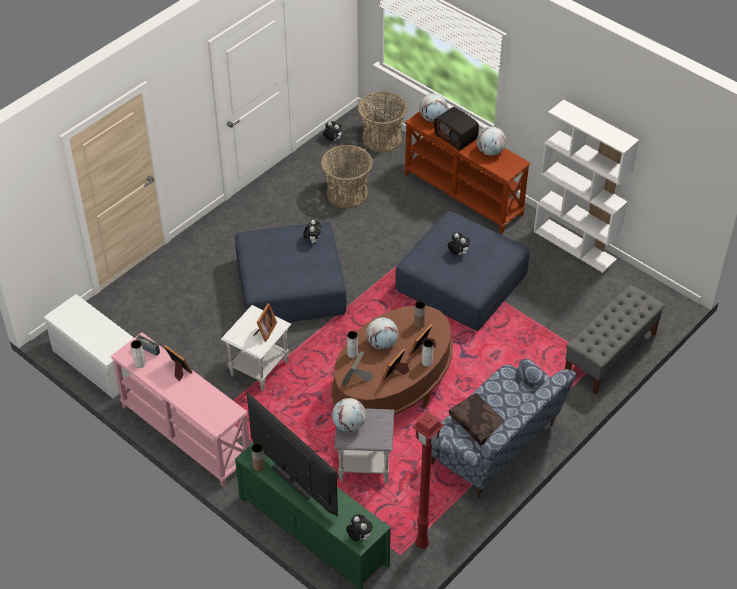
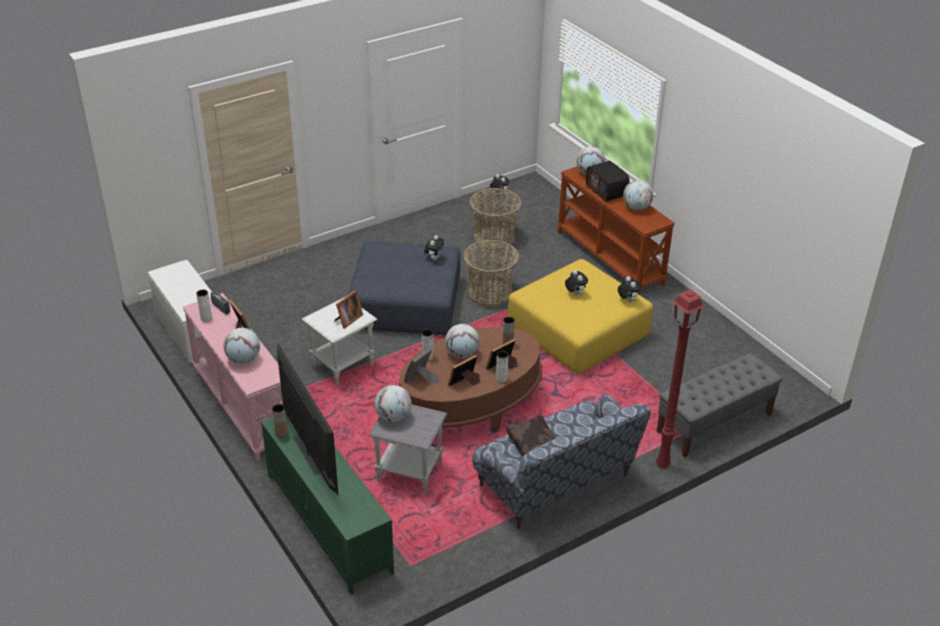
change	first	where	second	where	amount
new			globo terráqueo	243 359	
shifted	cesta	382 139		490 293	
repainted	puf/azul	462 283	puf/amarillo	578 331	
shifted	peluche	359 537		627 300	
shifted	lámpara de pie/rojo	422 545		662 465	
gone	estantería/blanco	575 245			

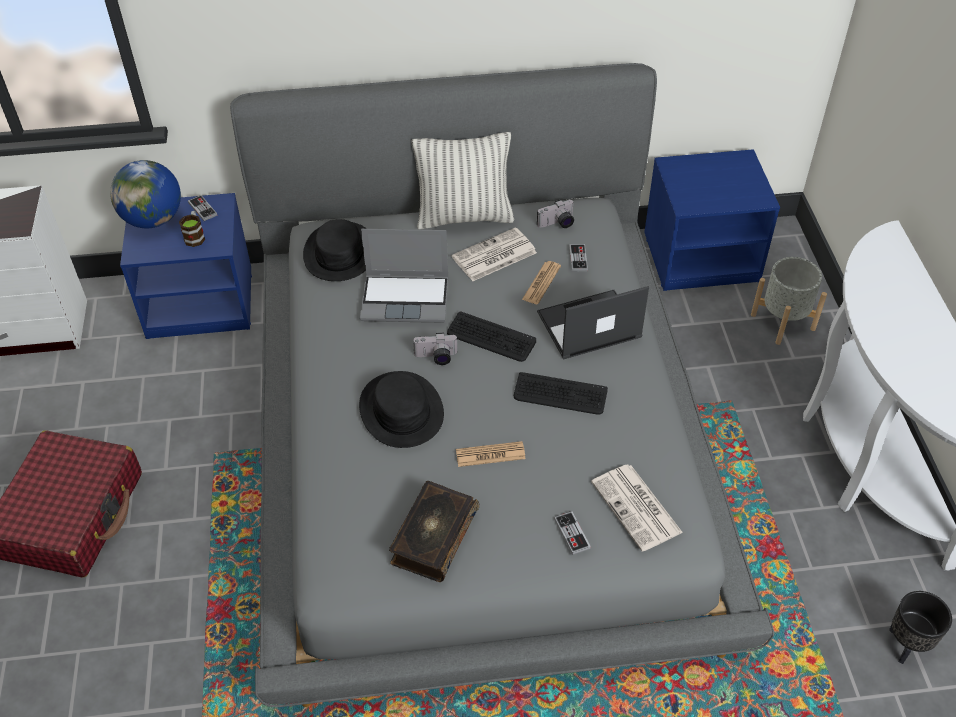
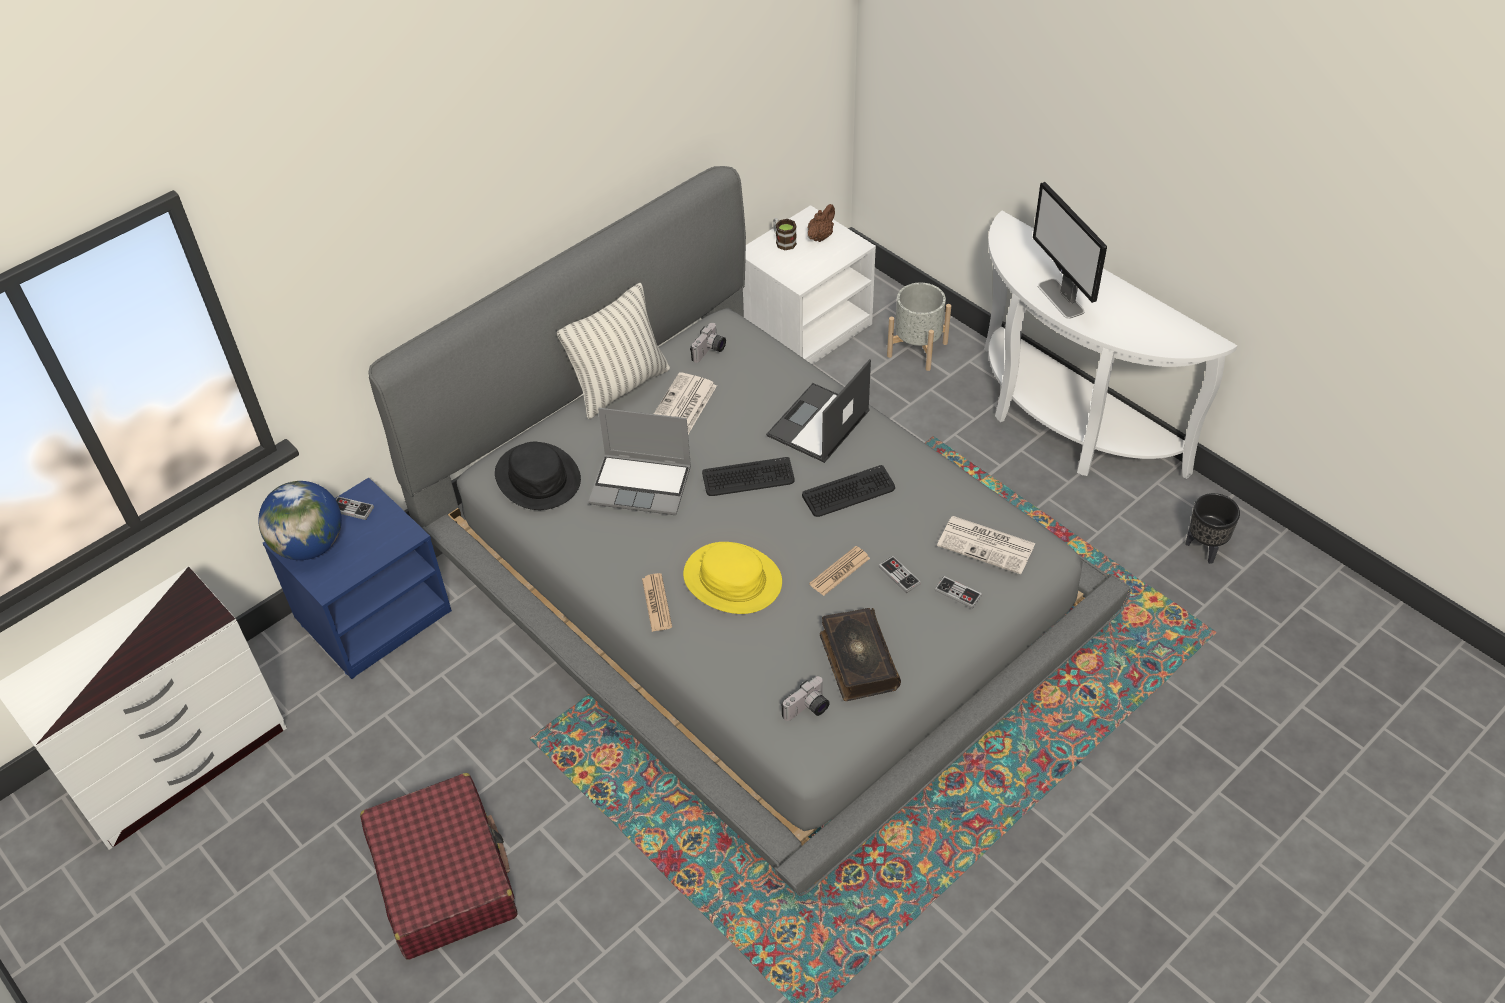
change	first	where	second	where	amount
rotated	portátil	406 299		642 485	45 degrees clockwise
shifted	periódico	541 283		657 603	
repainted	sombrero/negro	401 411	sombrero/amarillo	732 580	
repainted	mesita de noche/azul	701 256	mesita de noche/blanco	805 327	
shifted	taza grande	195 236		783 241	
shifted	cámara	436 358		808 710	
new			tetera/marrón	820 236	
shifted	mando de consola	578 258		899 575	
new			monitor	1061 299	

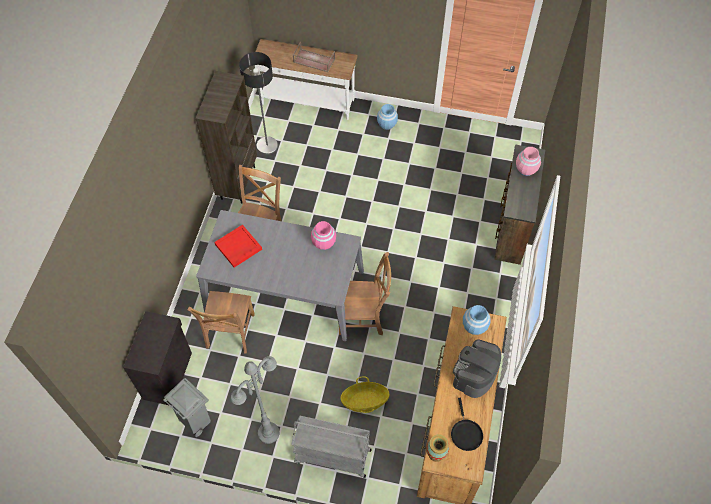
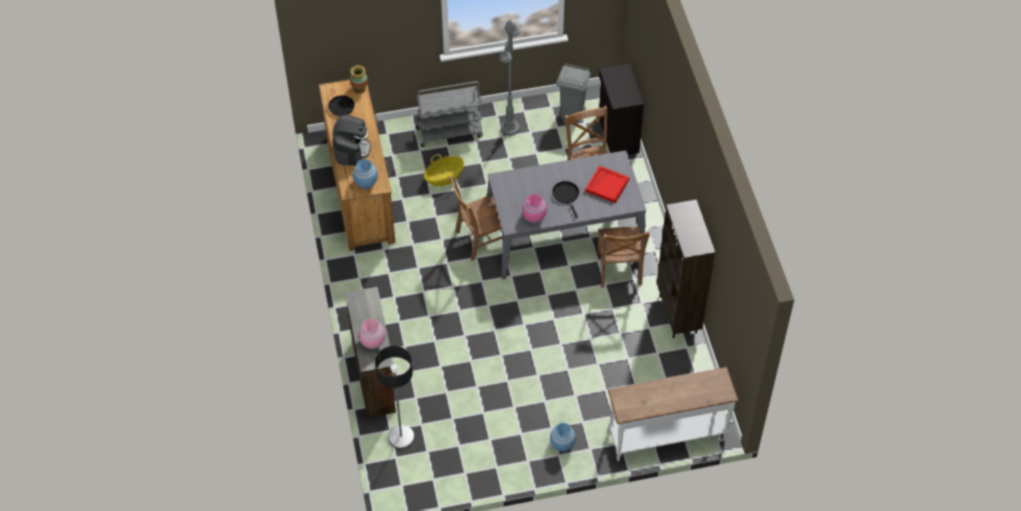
change	first	where	second	where	amount
shifted	lámpara de pie	267 145		401 437	
new			sartén/negro	566 195	
gone	bandeja/marrón	313 60			

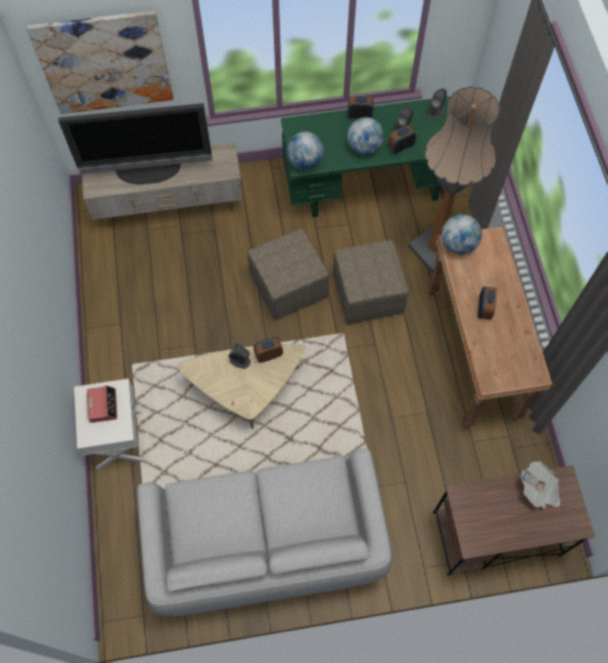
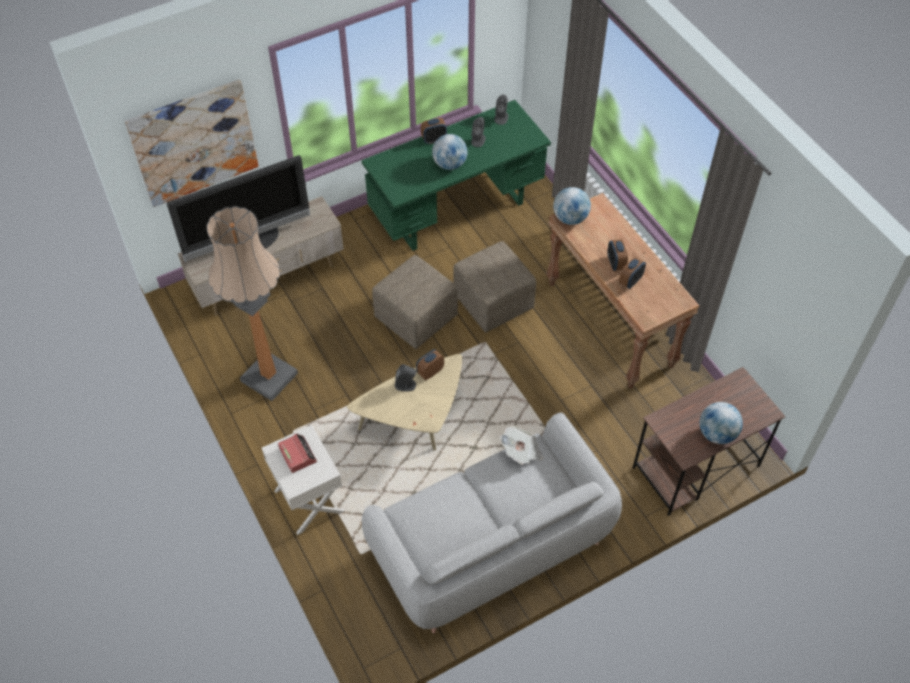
change	first	where	second	where	amount
shifted	lámpara de pie	434 250		269 377	
shifted	periódico	539 490		521 452	
shifted	despertador	401 148		630 281	
shifted	globo terráqueo	305 162		716 433	

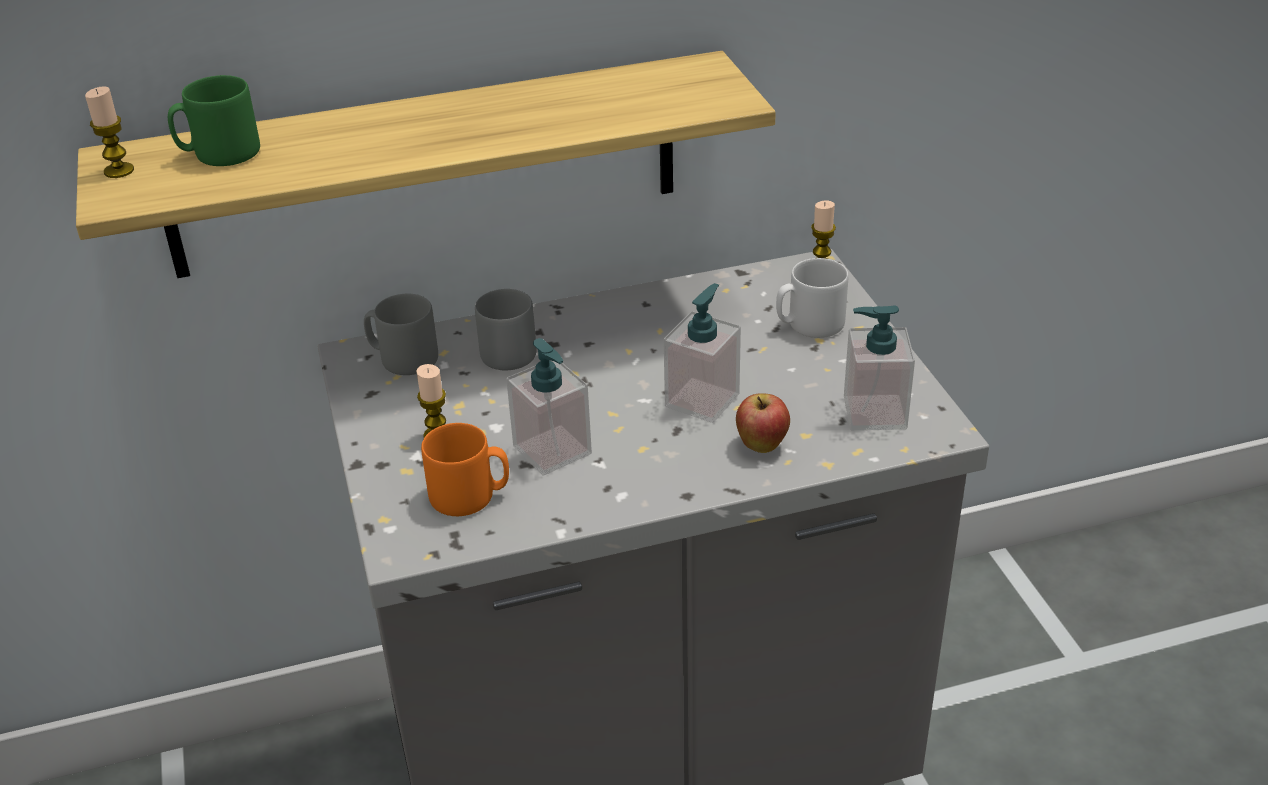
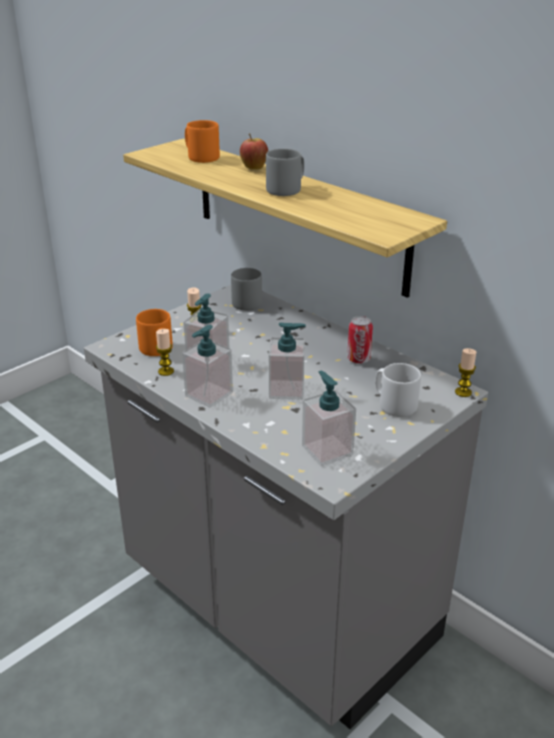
change	first	where	second	where	amount
shifted	vela	119 171		166 371	
new			dispensador de jabón	208 394	
repainted	taza grande/verde	219 154	taza grande/naranja	201 157	
shifted	manzana	761 446		254 168	
shifted	taza grande/gris	507 350		287 189	
new			lata	358 359	

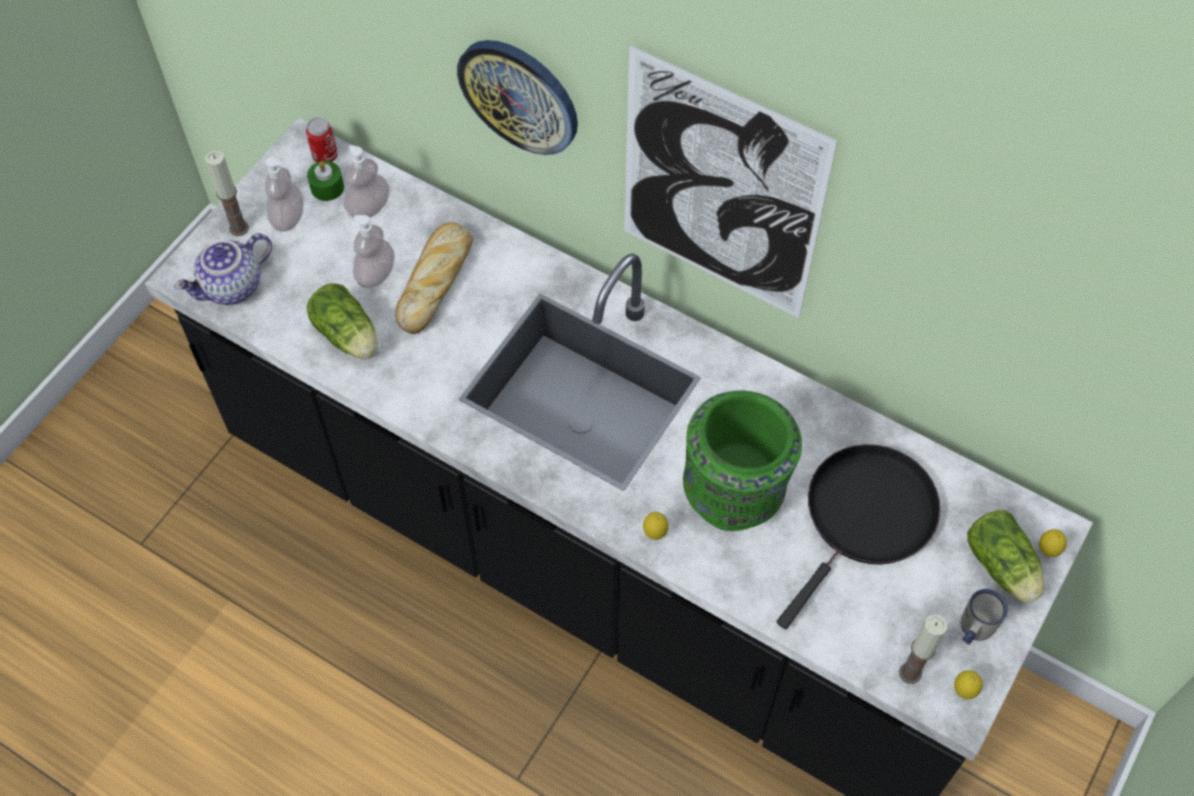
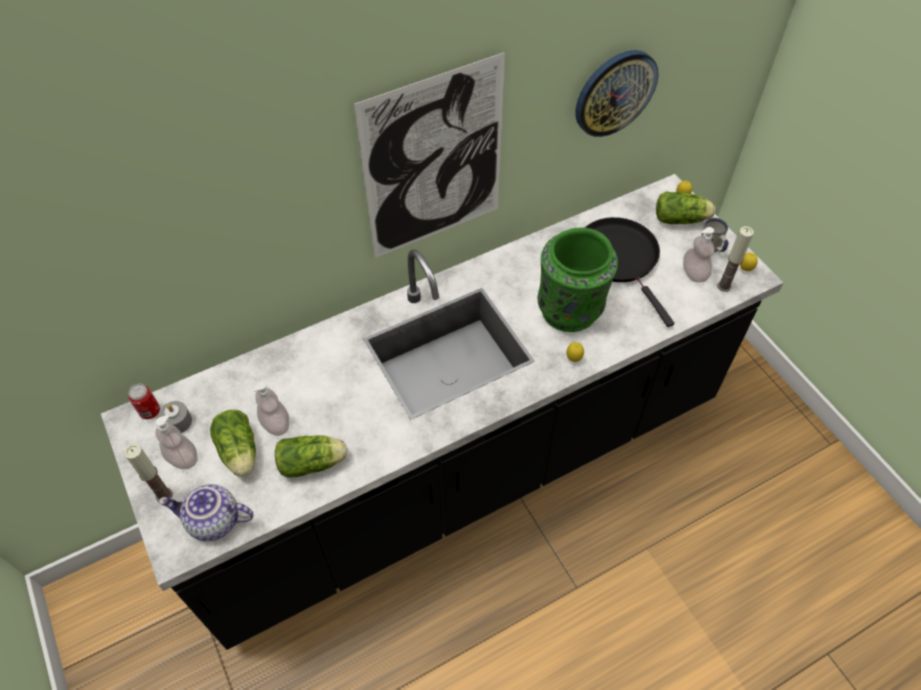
change	first	where	second	where	amount
repainted	vela/verde	327 187	vela/gris	178 422	
rotated	tetera	232 288		213 522	105 degrees clockwise
new			lechuga	239 453	
shifted	reloj de pared	519 95		615 93	
shifted	dispensador de jabón	369 208		694 273	
gone	pan	436 280			

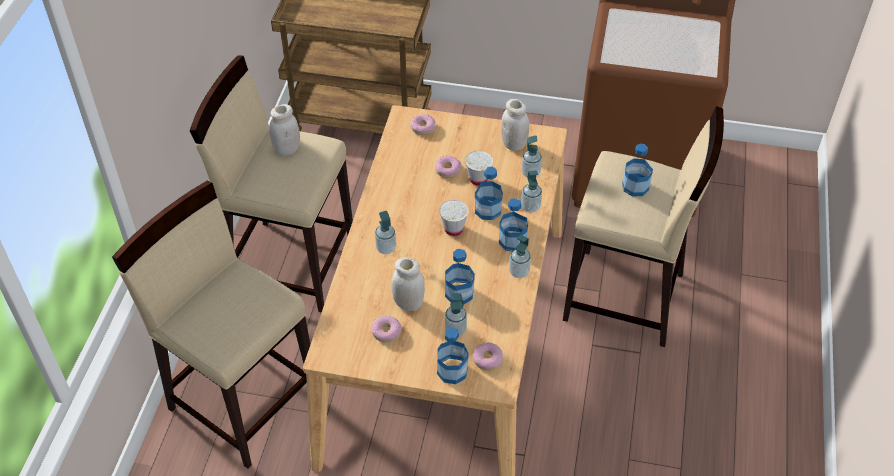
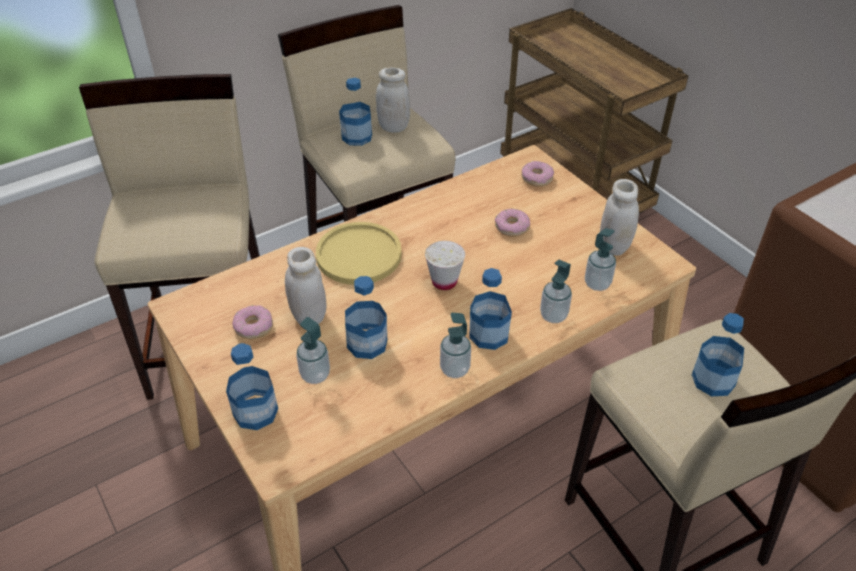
change	first	where	second	where	amount
swapped	dispensador de jabón	386 248	plato/amarillo	359 255	
shifted	botella	488 210		357 137	
gone	taza/blanco	478 179			
gone	rosquilla	487 359			

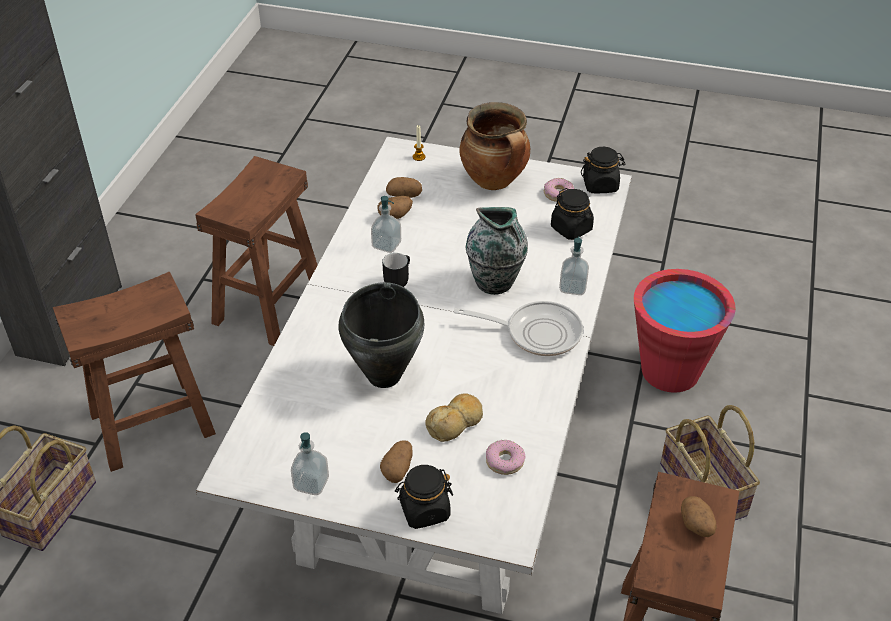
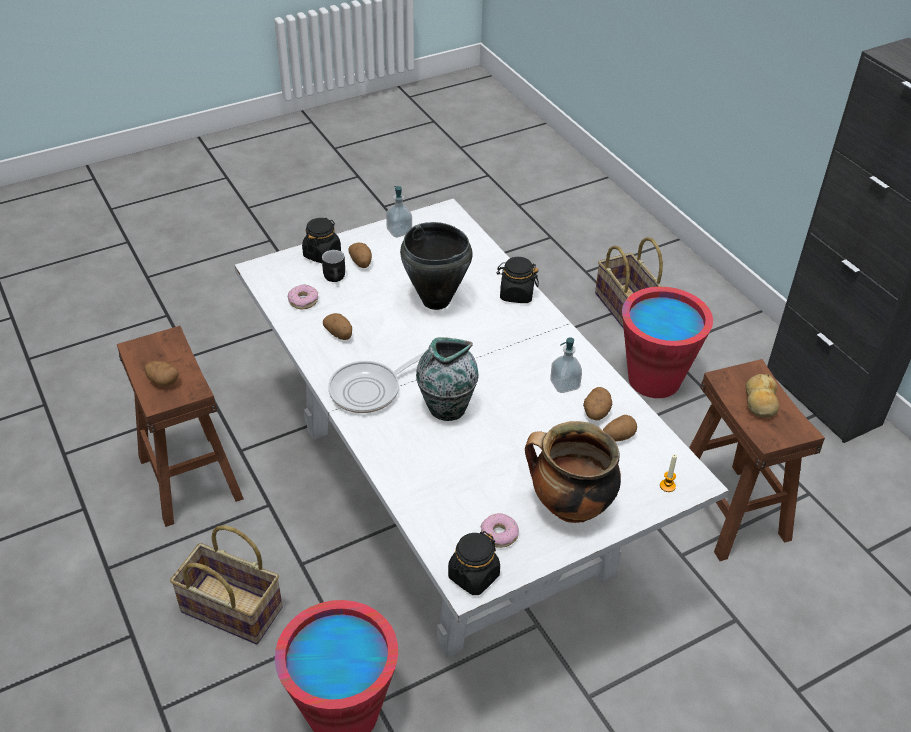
change	first	where	second	where	amount
shifted	taza grande/negro	397 279		336 278	
new			patata	339 334	
shifted	tarro/negro	571 229		516 294	
swapped	taburete/marrón	152 425	cubo/rojo	654 380	
shifted	pan	455 423		760 402	
gone	dispensador de jabón	573 287			

